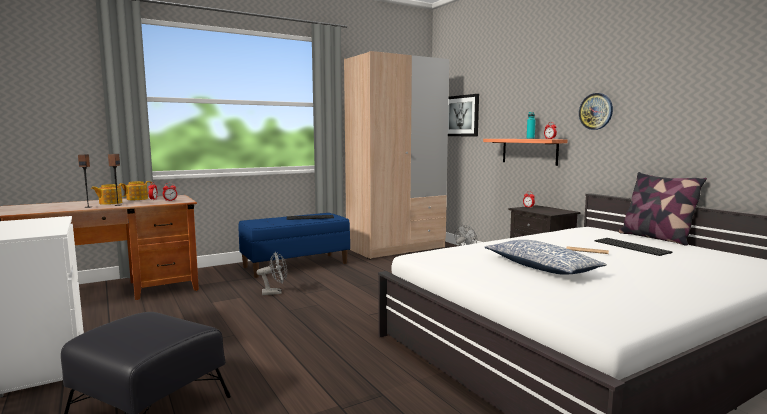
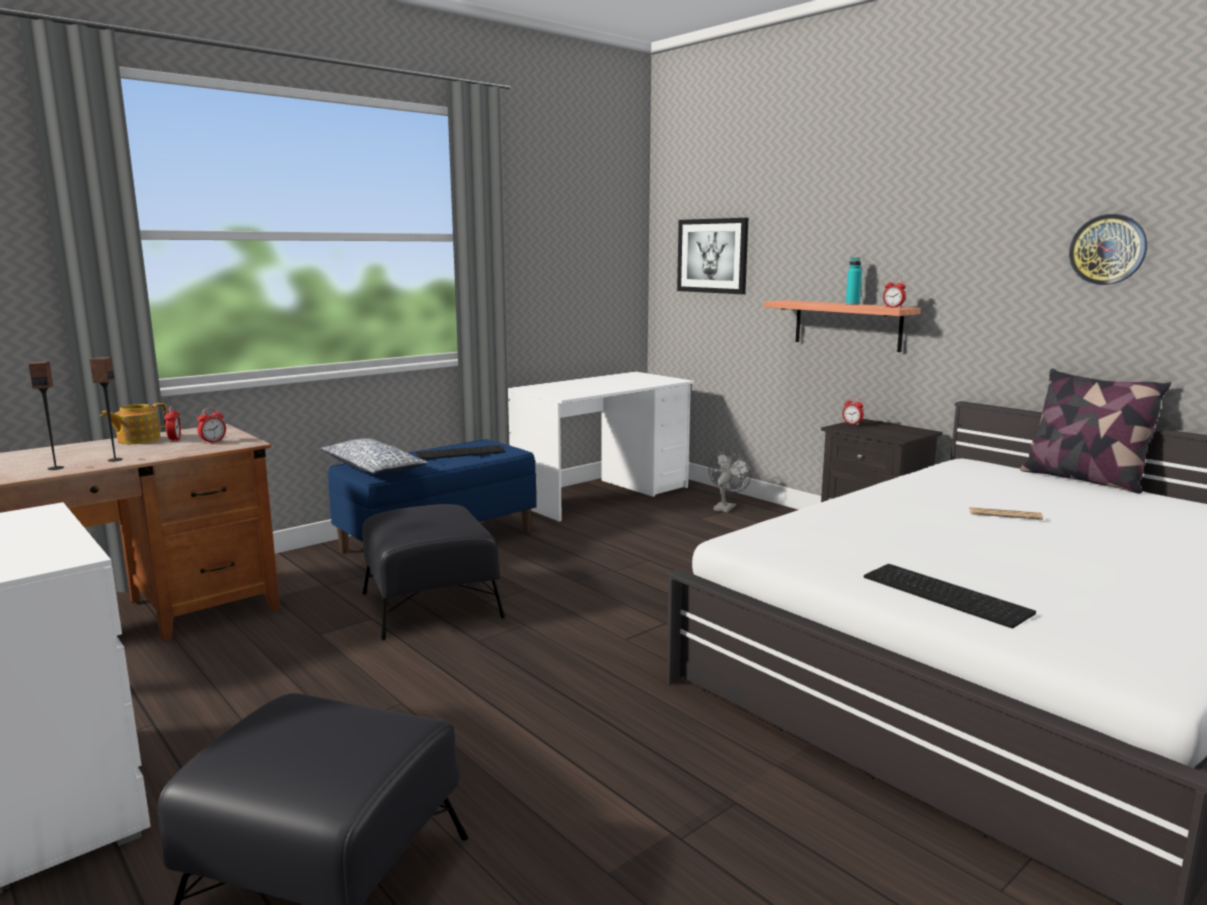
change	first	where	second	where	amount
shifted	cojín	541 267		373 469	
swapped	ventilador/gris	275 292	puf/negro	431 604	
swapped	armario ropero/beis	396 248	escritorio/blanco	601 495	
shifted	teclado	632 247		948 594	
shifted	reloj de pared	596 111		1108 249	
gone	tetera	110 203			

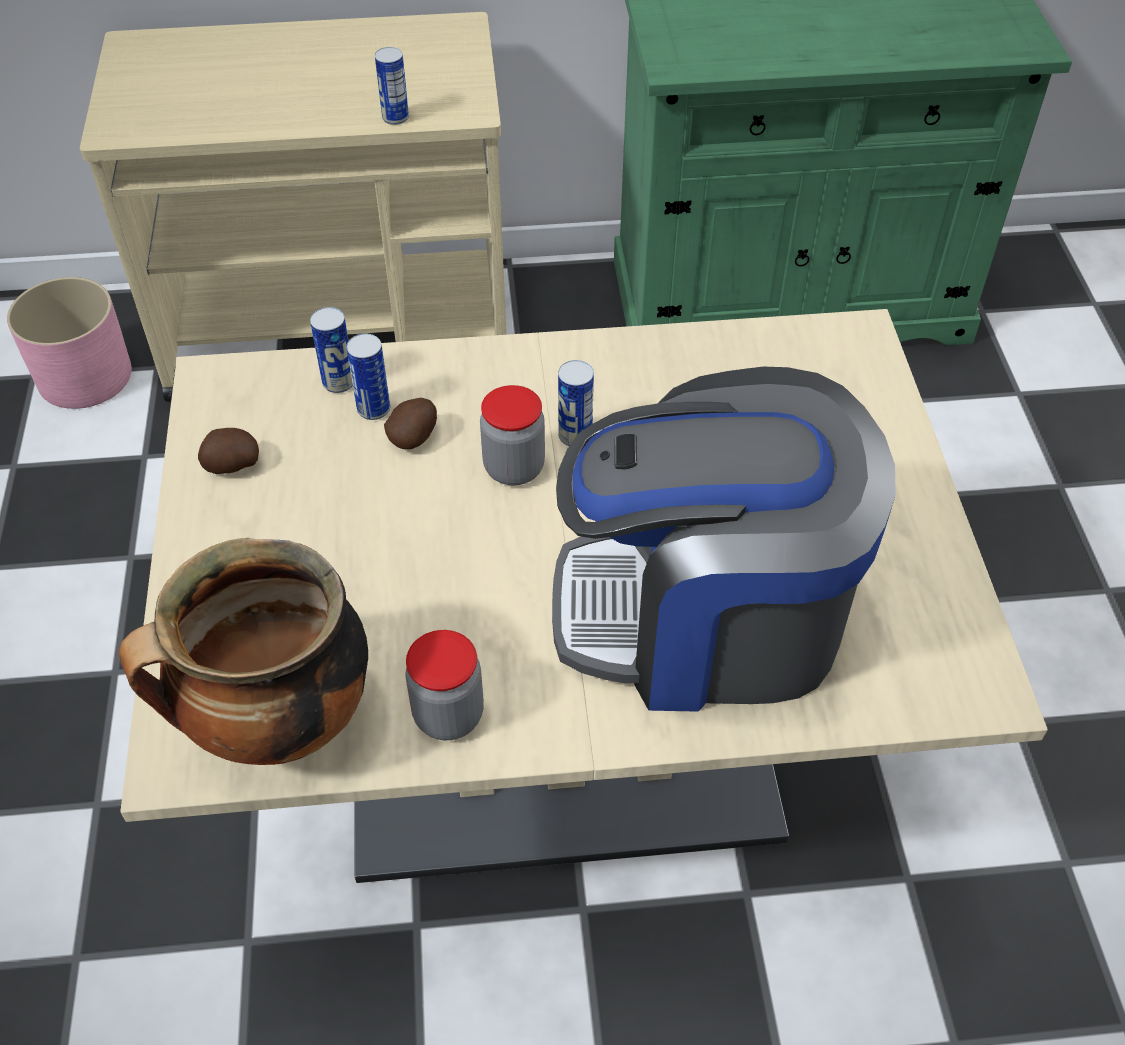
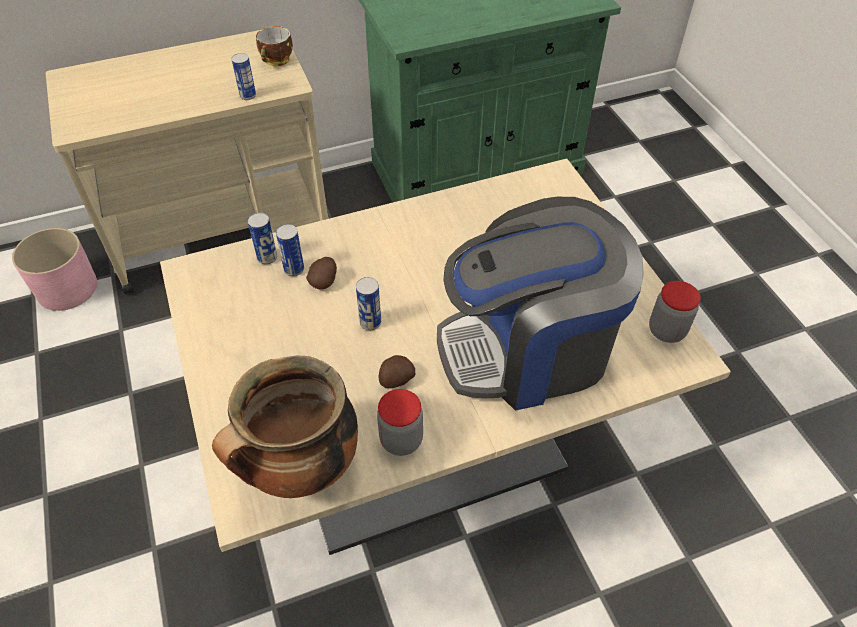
change	first	where	second	where	amount
new			taza	277 61	
shifted	lata	575 436		370 322	
shifted	patata	232 466		396 380	
shifted	tarro	514 468		666 331	

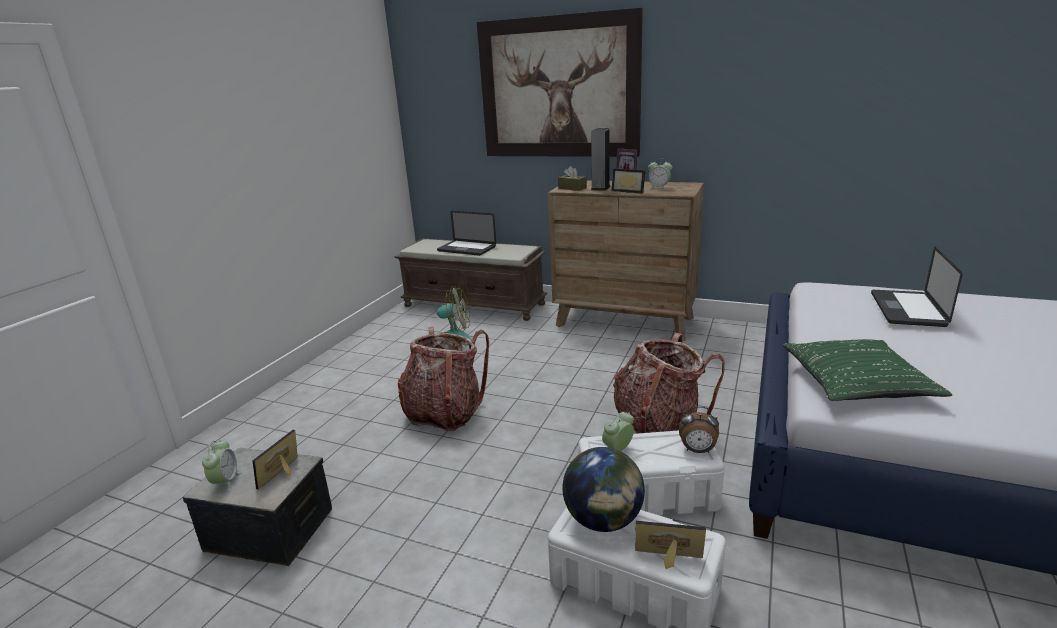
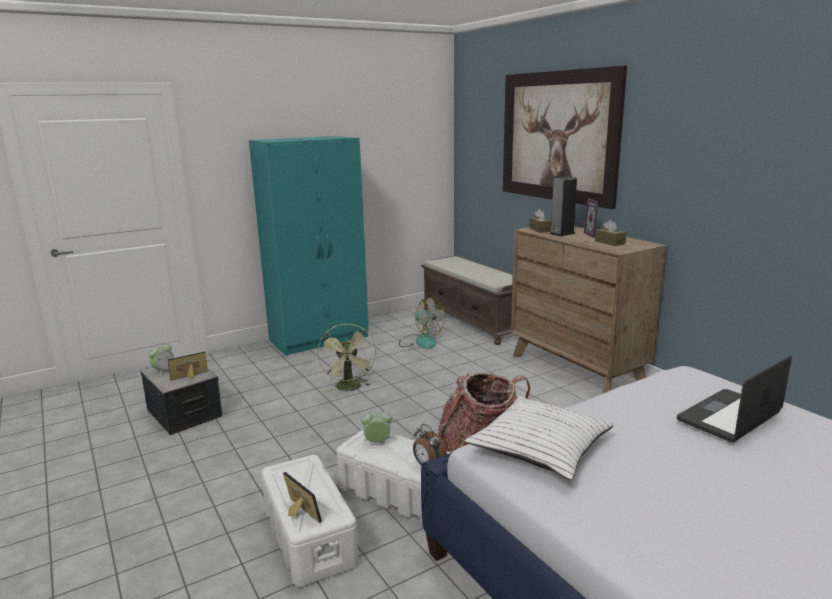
change	first	where	second	where	amount
new			armario ropero/turquesa	320 338	
swapped	mochila	445 413	ventilador/verde	350 388	
repainted	cojín/verde	856 382	cojín/blanco	540 447	
swapped	despertador	659 188	caja de pañuelos/marrón	609 242	
gone	portátil	466 249			
gone	globo terráqueo	603 520			
gone	portarretratos	629 191			

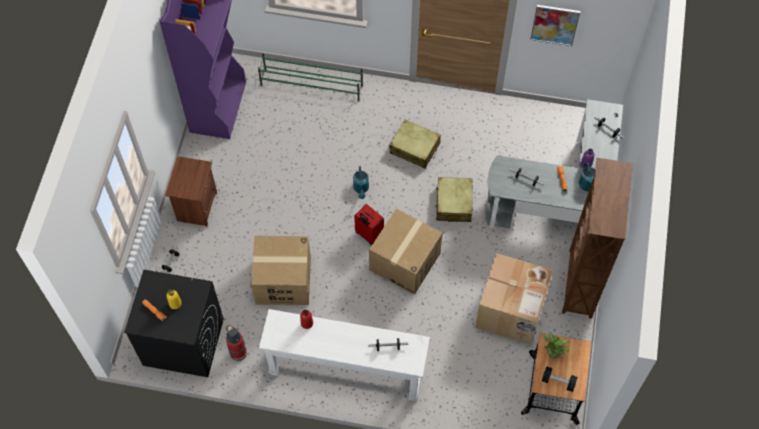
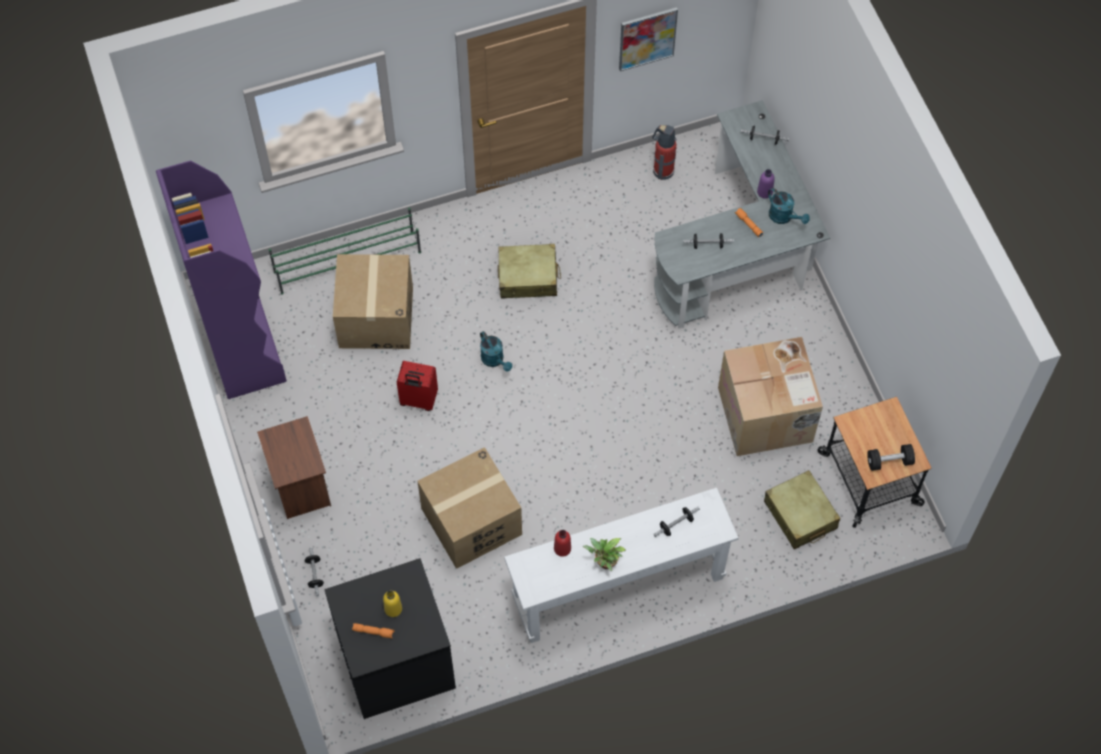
change	first	where	second	where	amount
shifted	caja de cartón	404 261		376 317	
shifted	maleta/rojo	368 234		418 400	
shifted	planta en maceta	552 353		604 563	
shifted	extintor	238 352		662 170	
shifted	maleta/beis	453 204		800 515	
gone	estantería/marrón	579 284			

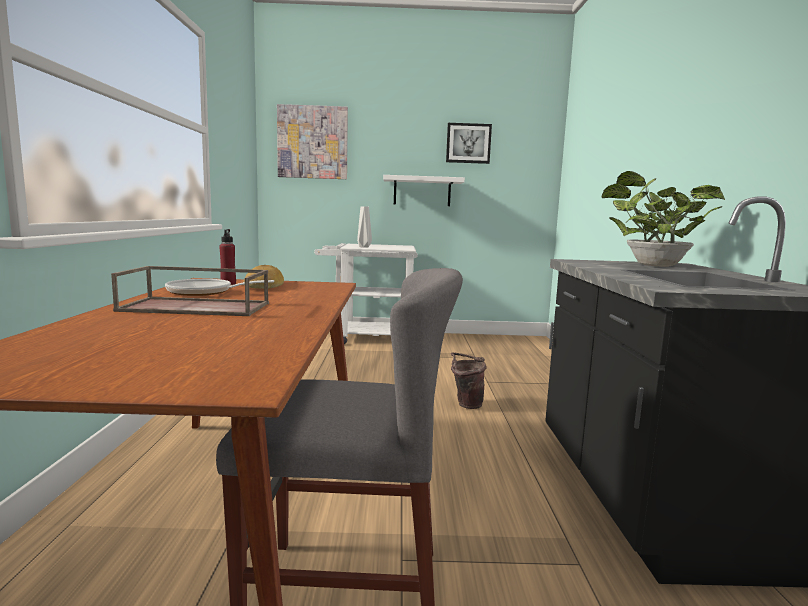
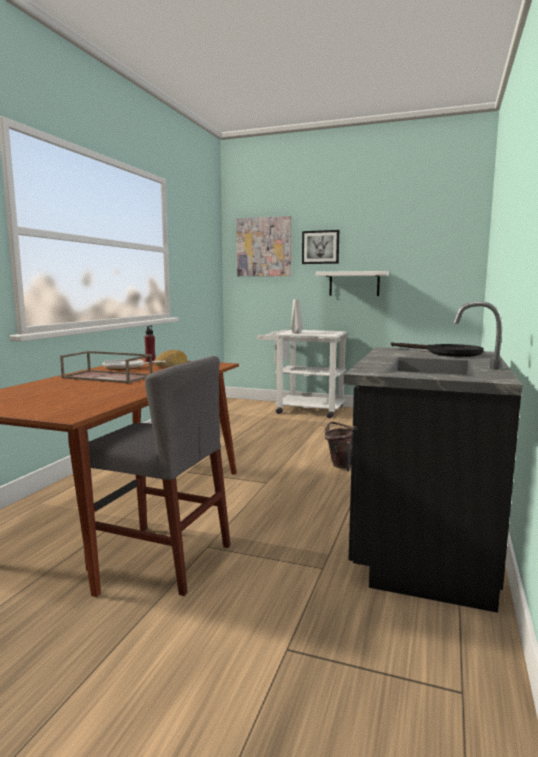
change	first	where	second	where	amount
shifted	cuadro	468 143		320 247	
swapped	planta en maceta	651 265	sartén/negro	446 353	

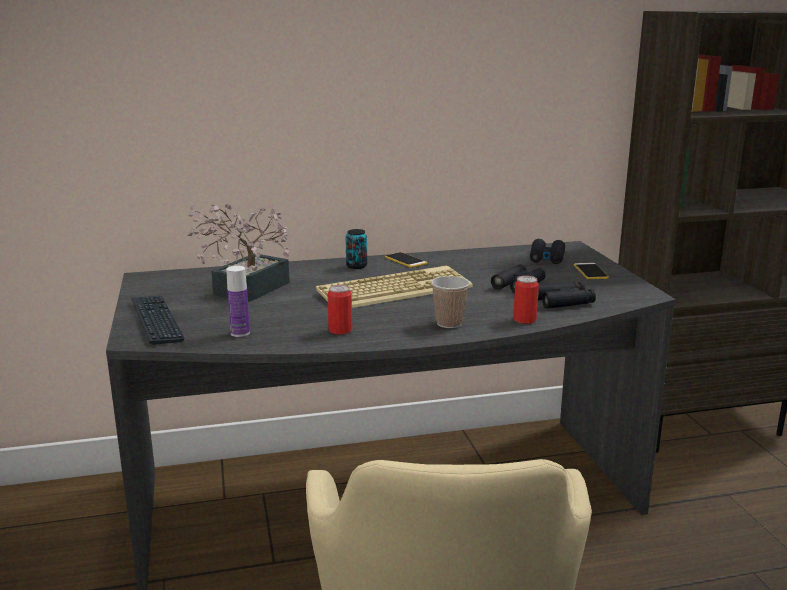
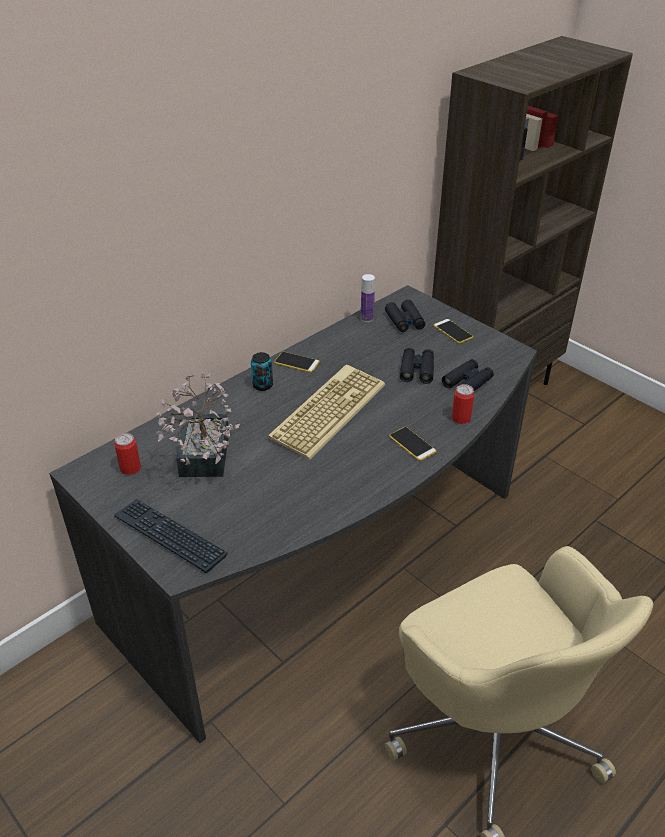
change	first	where	second	where	amount
shifted	lata	340 330		130 468	
shifted	botella	240 333		367 318	
swapped	taza	449 323	móvil	412 444	

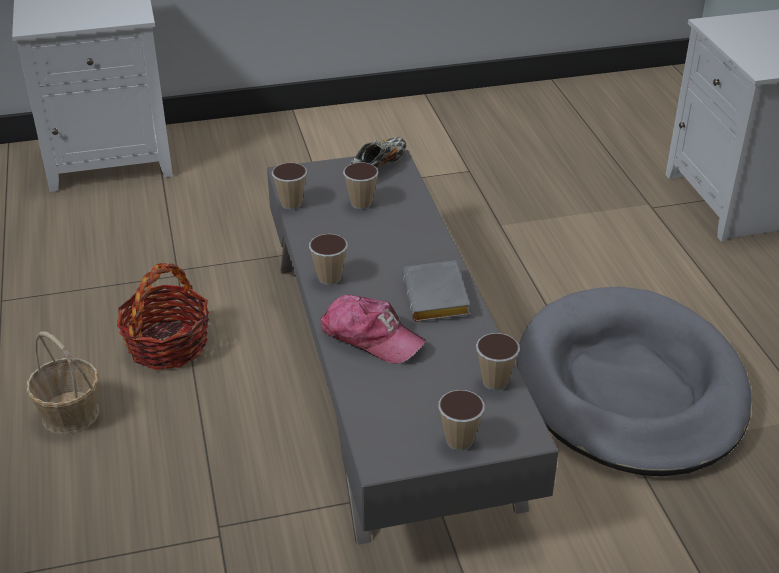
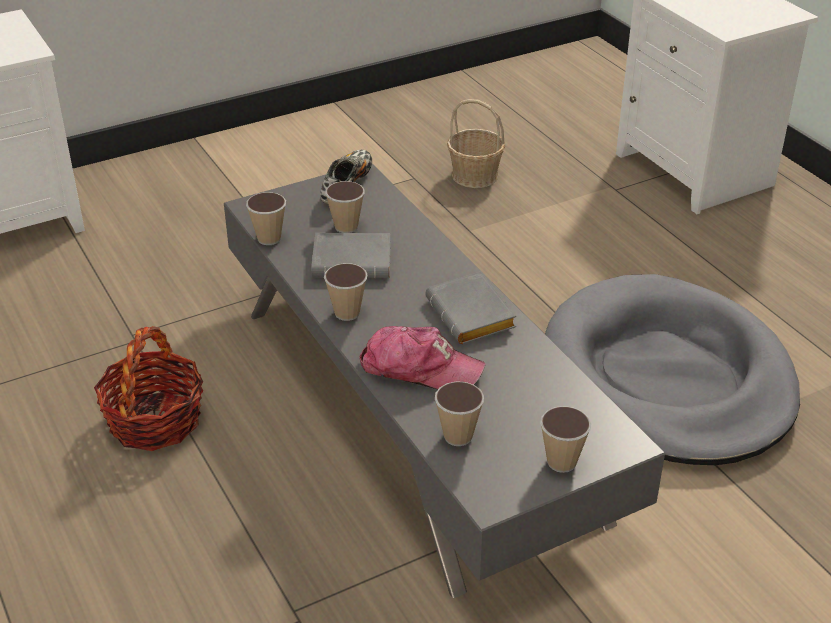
change	first	where	second	where	amount
new			libro/gris	354 262	
shifted	taza	495 381		458 436	
shifted	cesta	70 414		475 176	

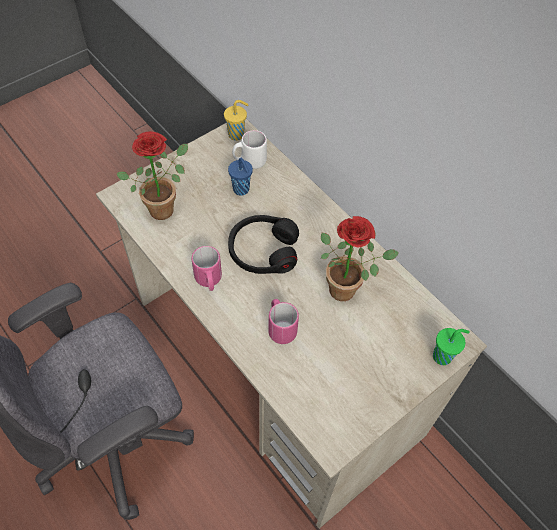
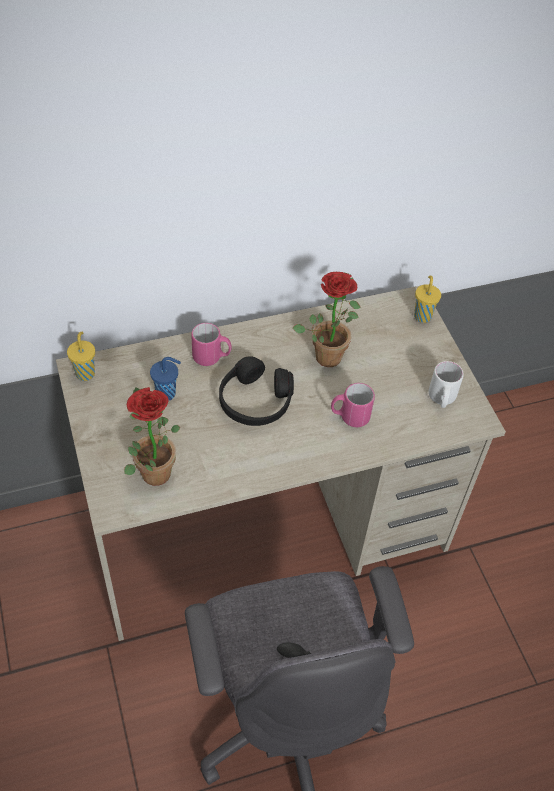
change	first	where	second	where	amount
shifted	taza grande/rosa	209 281		212 357	
repainted	taza/verde	443 356	taza/amarillo	422 315	
shifted	taza grande/blanco	249 161		441 399	

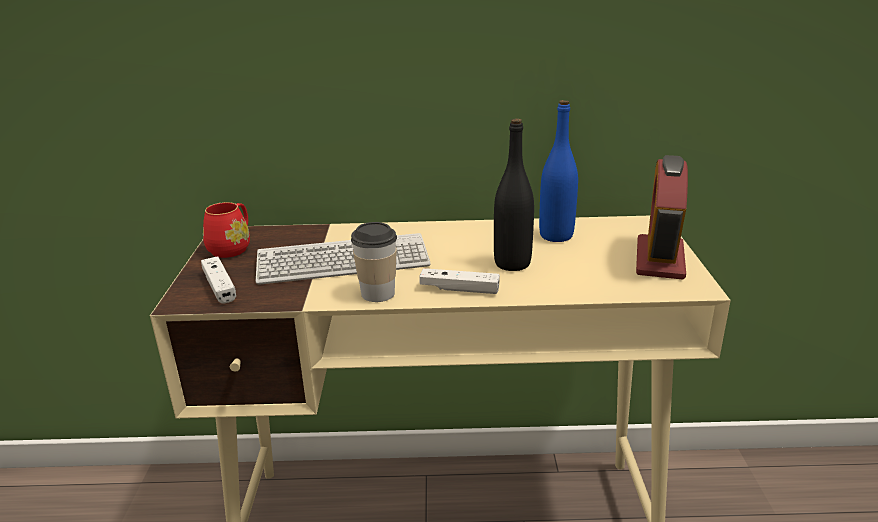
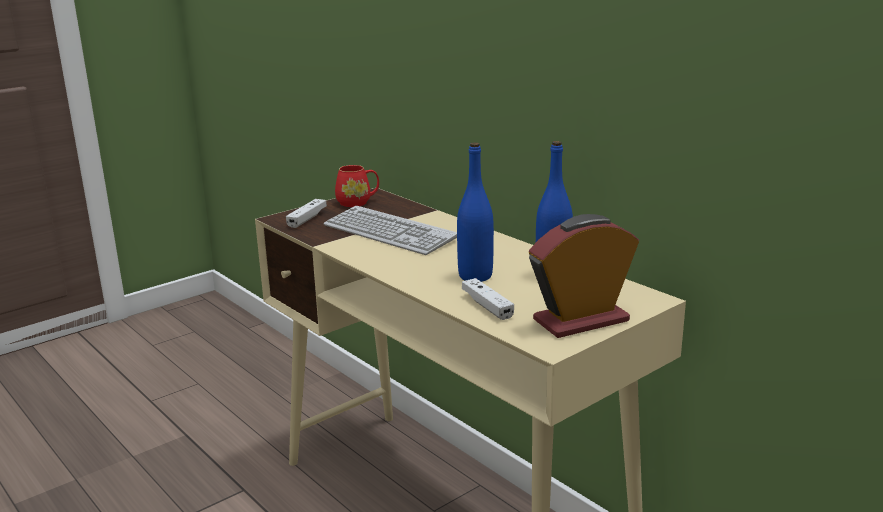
change	first	where	second	where	amount
repainted	botella/negro	512 263	botella/azul	475 276	
shifted	mando de consola/blanco	459 289		487 306	
gone	taza	378 293			

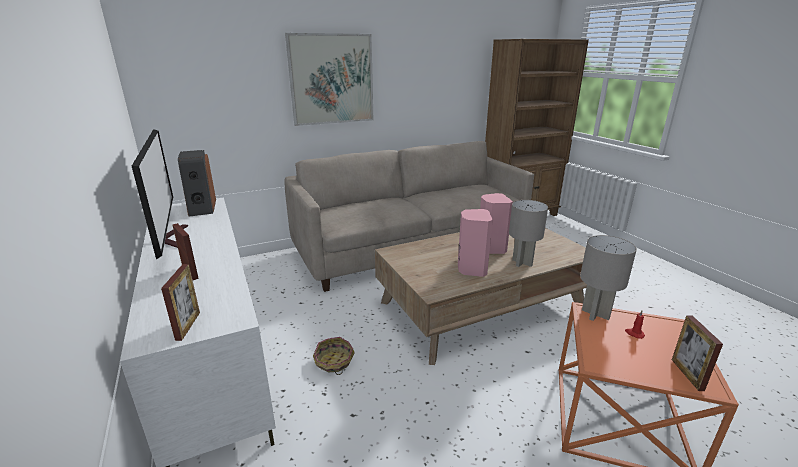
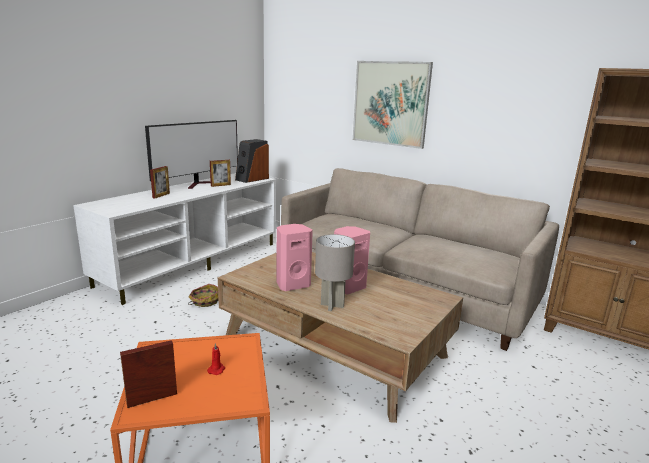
change	first	where	second	where	amount
shifted	portarretratos	188 326		220 185	
gone	lámpara de mesa/gris	595 314			

